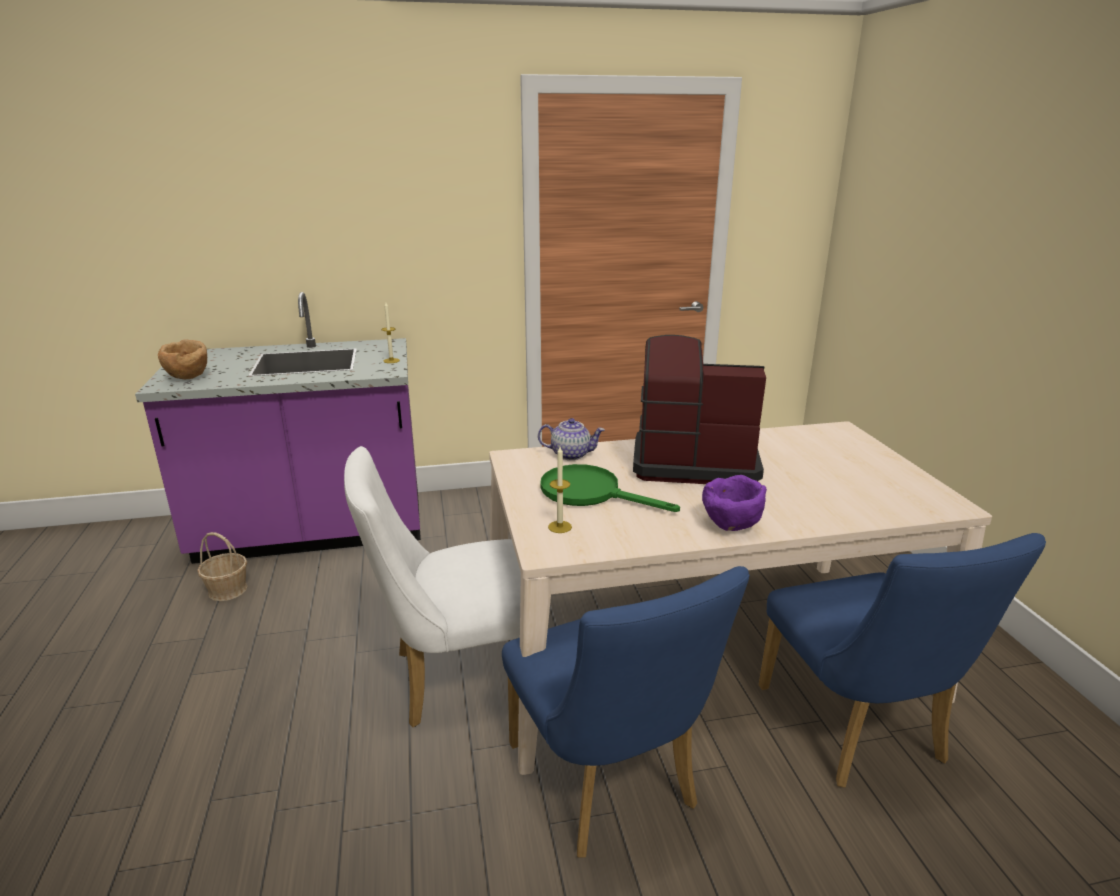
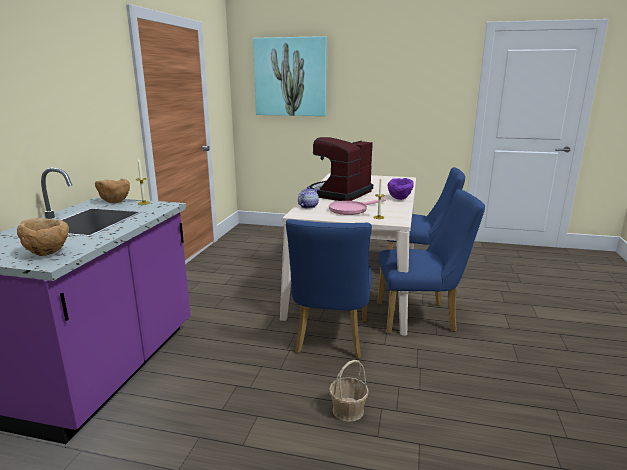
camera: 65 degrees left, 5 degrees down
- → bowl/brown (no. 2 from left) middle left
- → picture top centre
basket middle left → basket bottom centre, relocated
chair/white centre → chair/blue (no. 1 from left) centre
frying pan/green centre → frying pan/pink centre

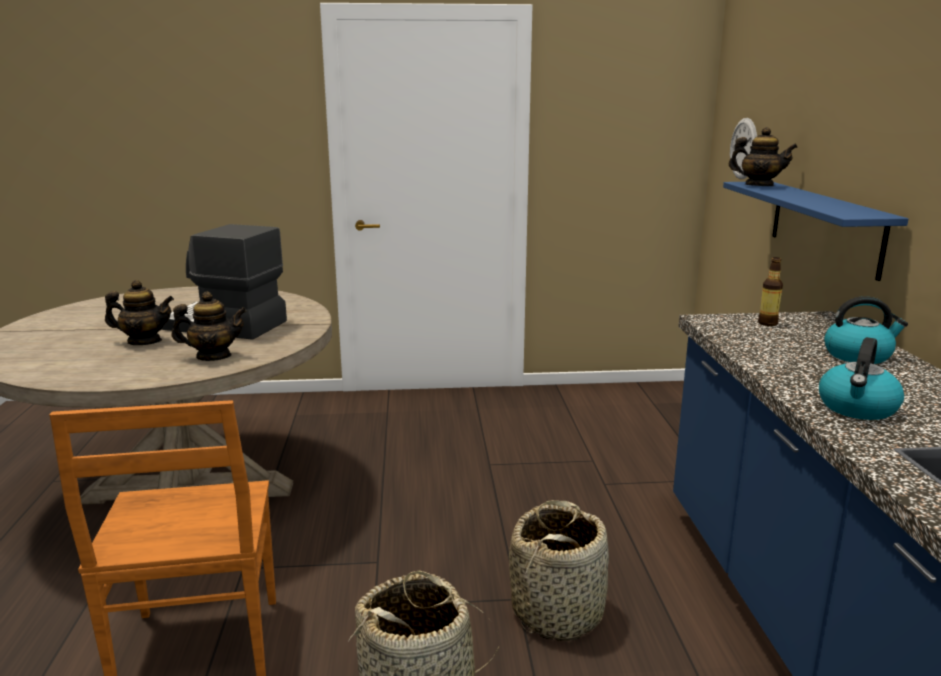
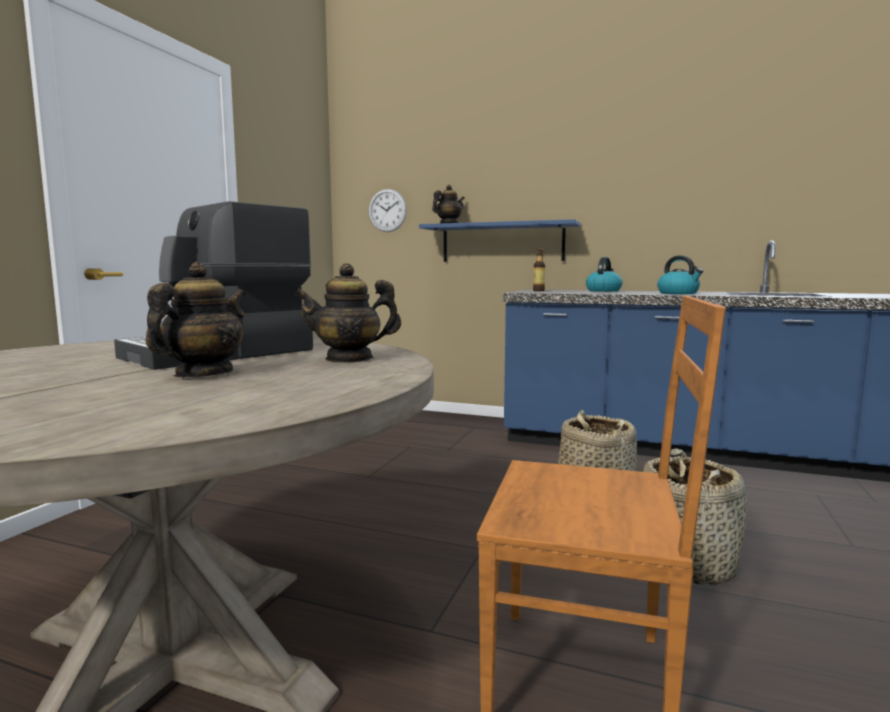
camera: 65 degrees left, 10 degrees down
teapot (no. 2 from left) middle left → teapot (no. 2 from left) centre, 120 degrees counterclockwise

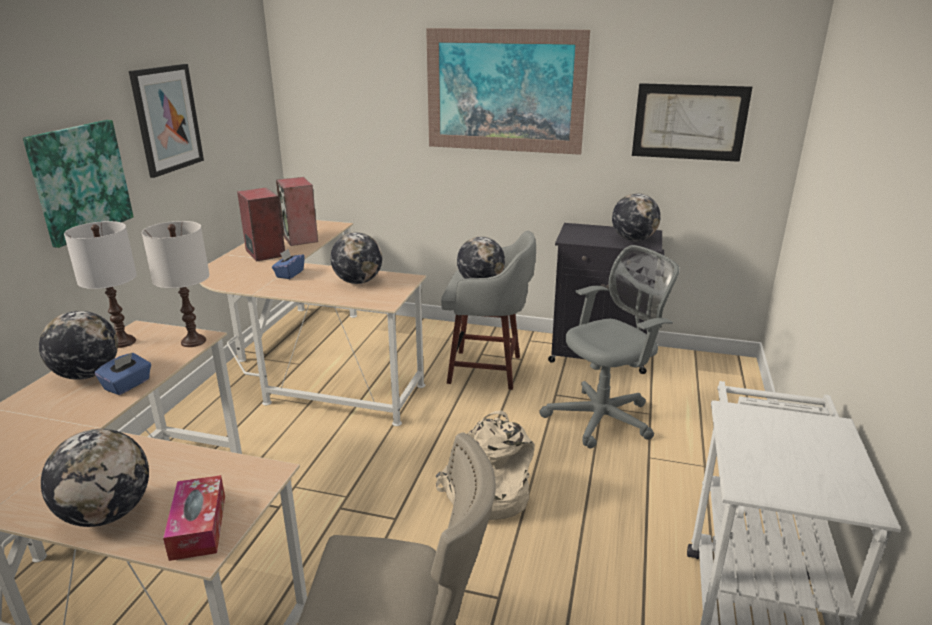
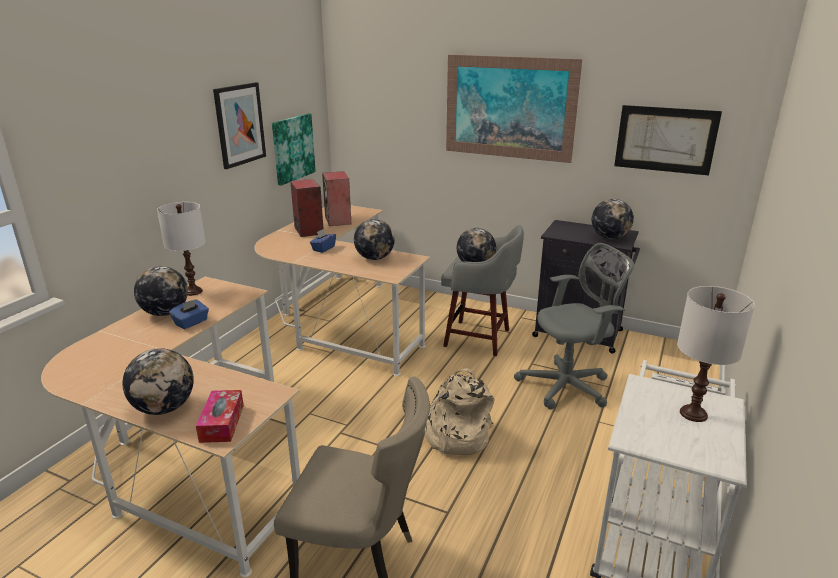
camera: 10 degrees right, 0 degrees up
picture (no. 1 from left in the first image) top left → picture (no. 2 from left) top centre, relocated
table lamp/white (no. 2 from left) middle left → table lamp/white (no. 2 from left) middle right, relocated

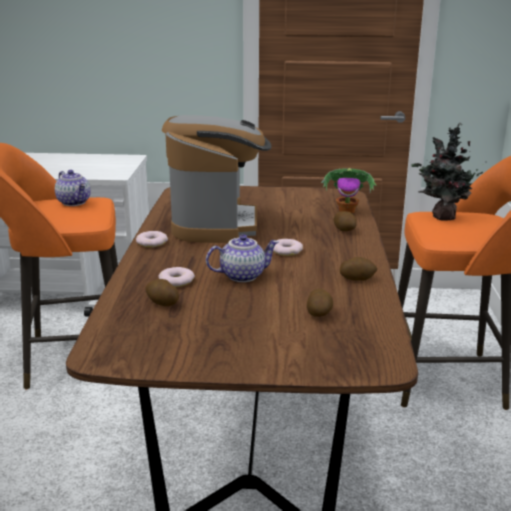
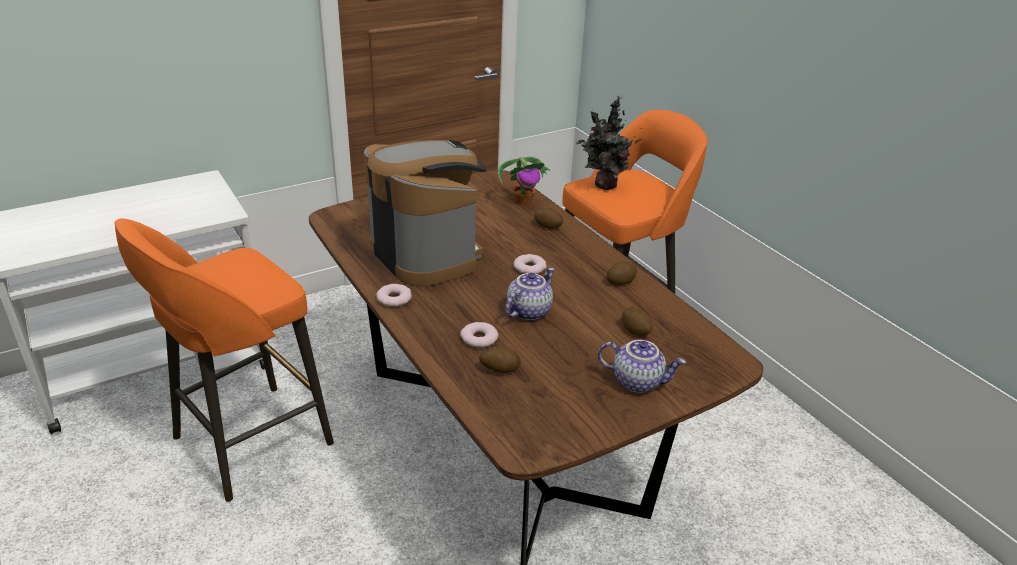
camera: 35 degrees left, 10 degrees up
teapot (no. 1 from left in the first image) middle left → teapot (no. 2 from left) centre, relocated

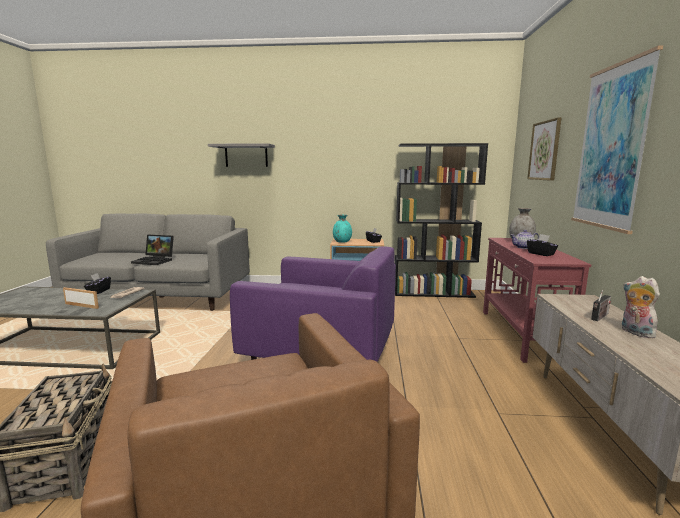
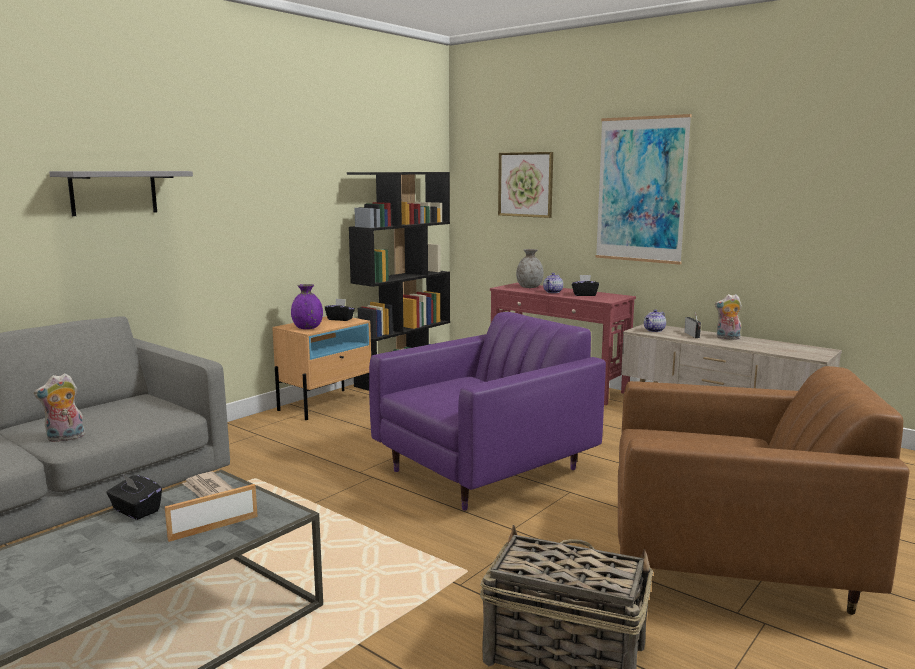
camera: 55 degrees left, 0 degrees up
- → teapot (no. 2 from left) middle right
laptop middle left → plush toy (no. 1 from left) middle left
vase/turquoise centre → vase/purple centre

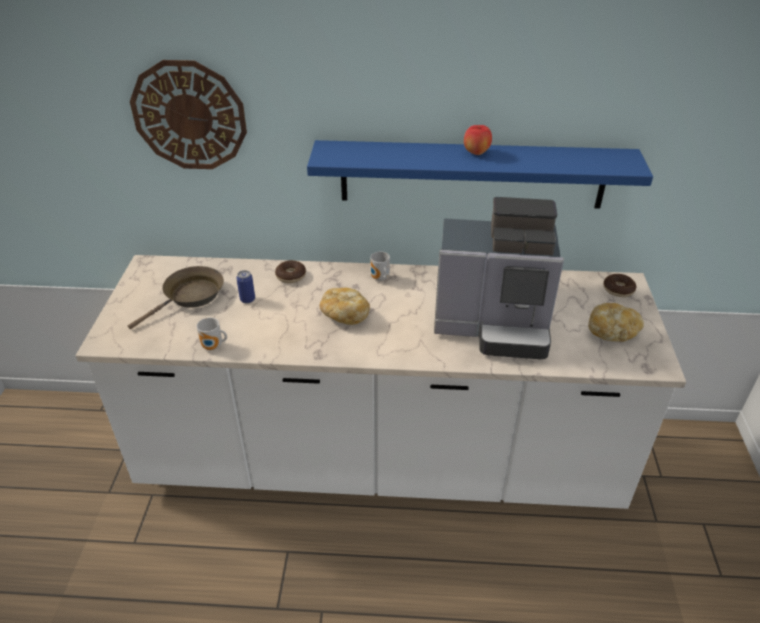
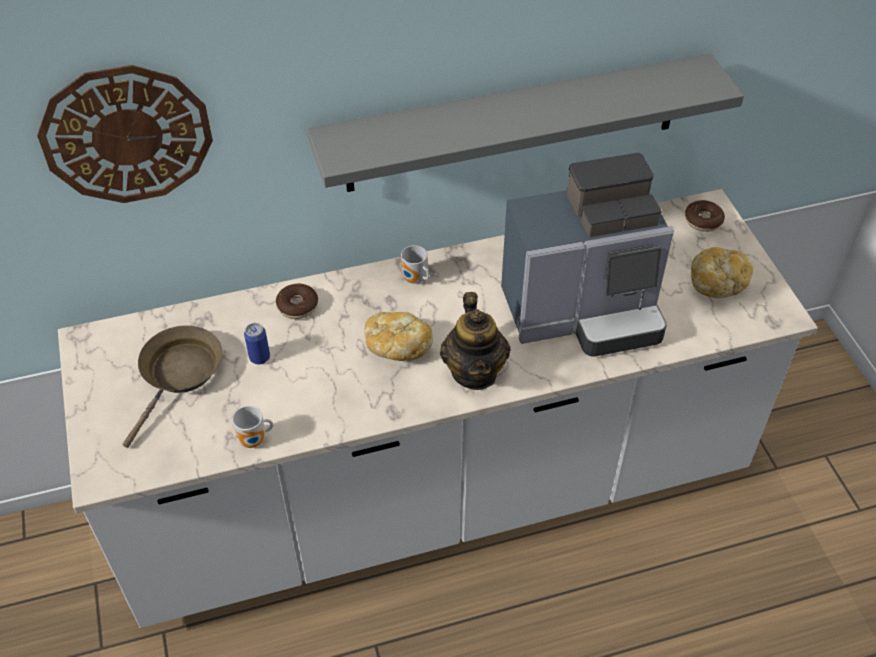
camera: 20 degrees left, 10 degrees up
apple top centre → -
- → teapot centre
shelf/blue top centre → shelf/grey top centre

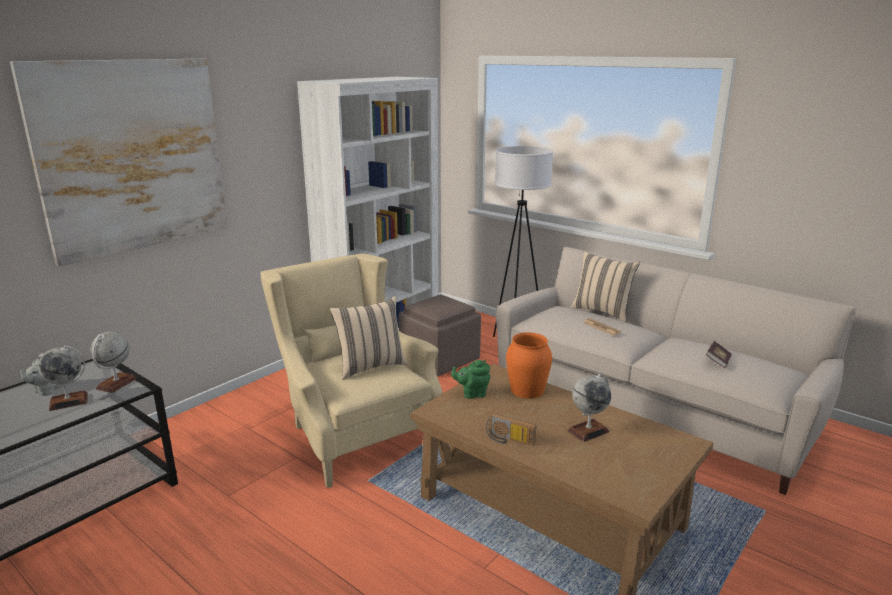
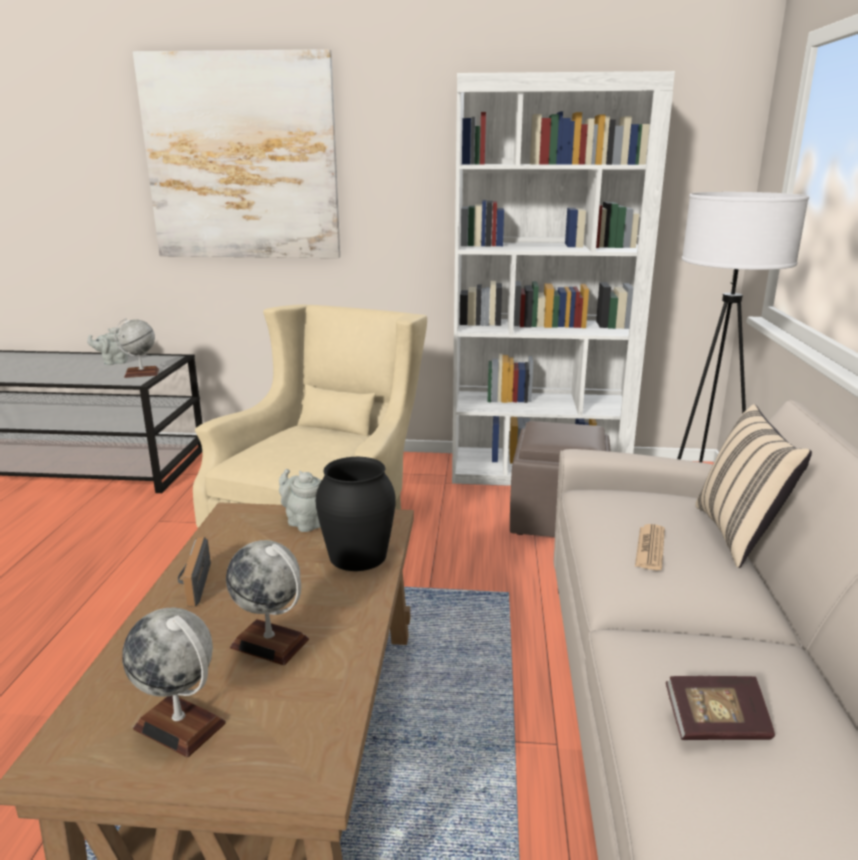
camera: 55 degrees right, 0 degrees up
pillow/beige (no. 1 from left) centre → -
globe (no. 1 from left in the first image) middle left → globe (no. 2 from left) bottom left, relocated
teapot/green centre → teapot/grey (no. 2 from left) centre
vase/orange centre → vase/black centre

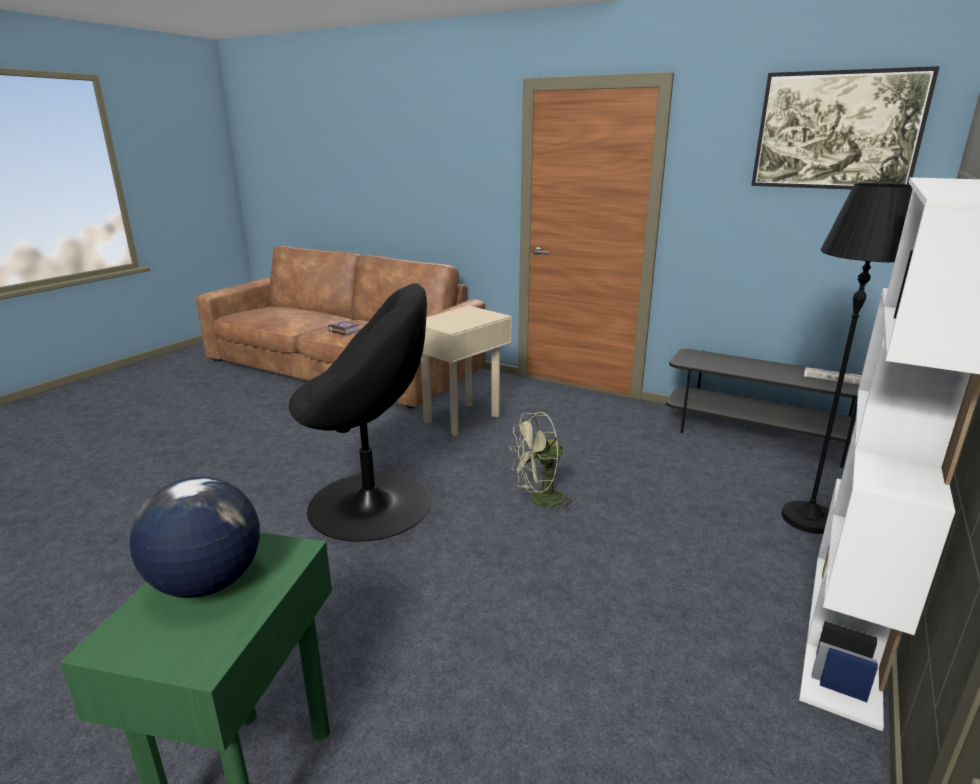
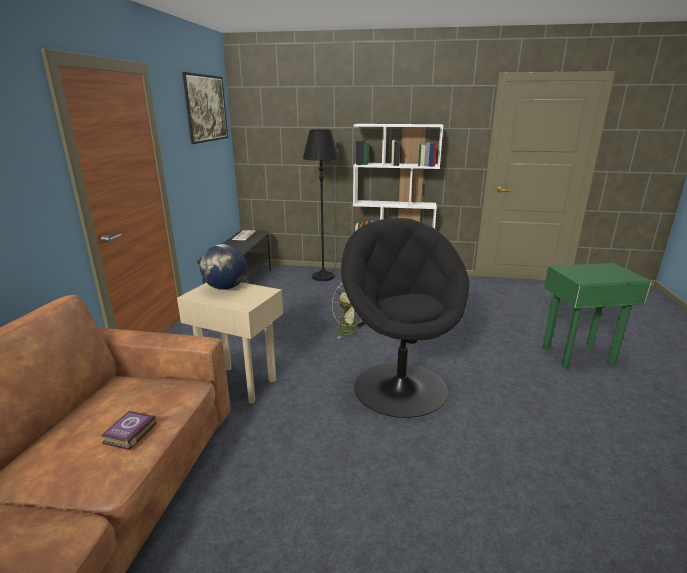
camera: 110 degrees left, 0 degrees up
globe bottom left → globe middle left, relocated

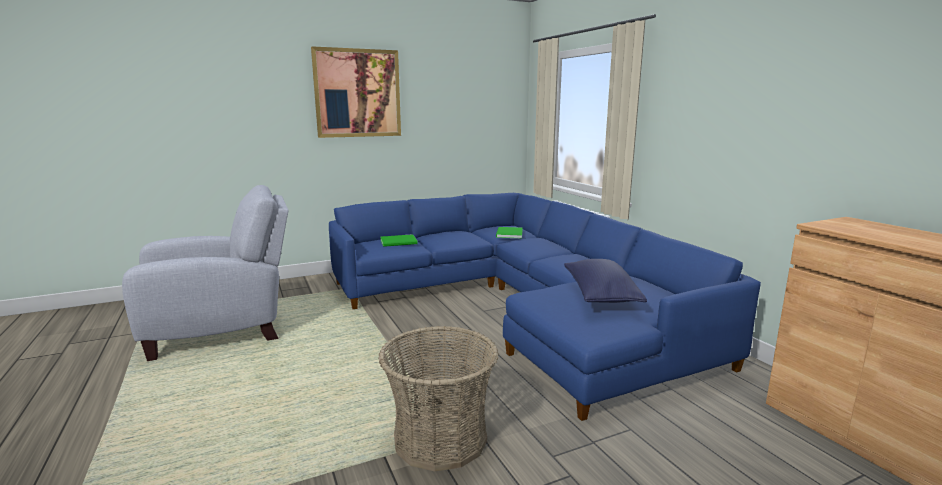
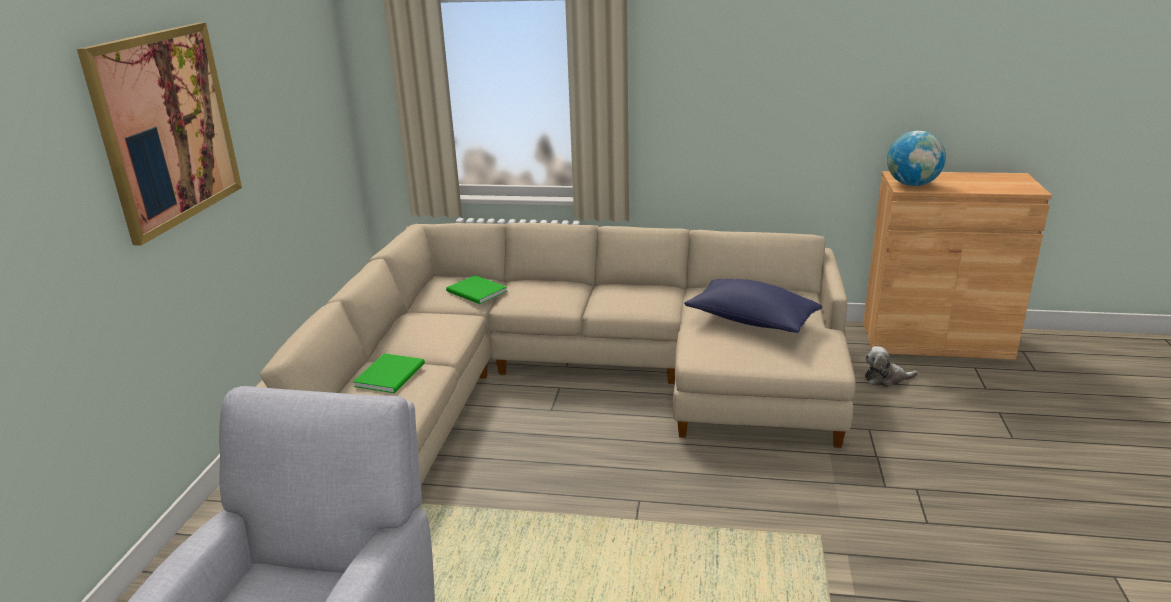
camera: 55 degrees left, 10 degrees up
basket bottom centre → -
- → plush toy middle right
- → globe top right
sofa/blue centre → sofa/beige centre

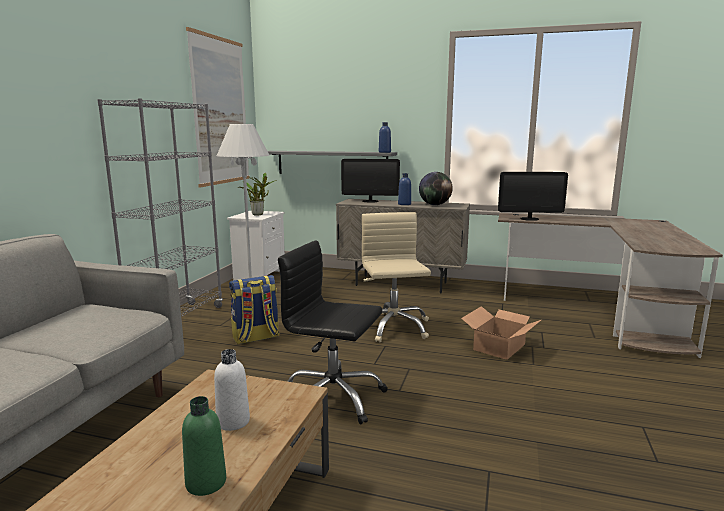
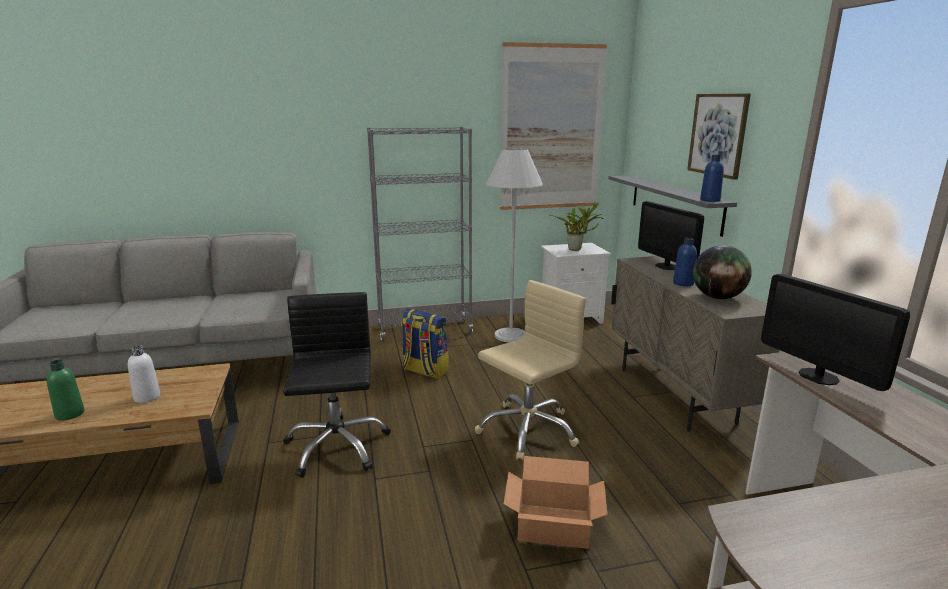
camera: 60 degrees right, 5 degrees up
- → picture (no. 2 from left) top right

